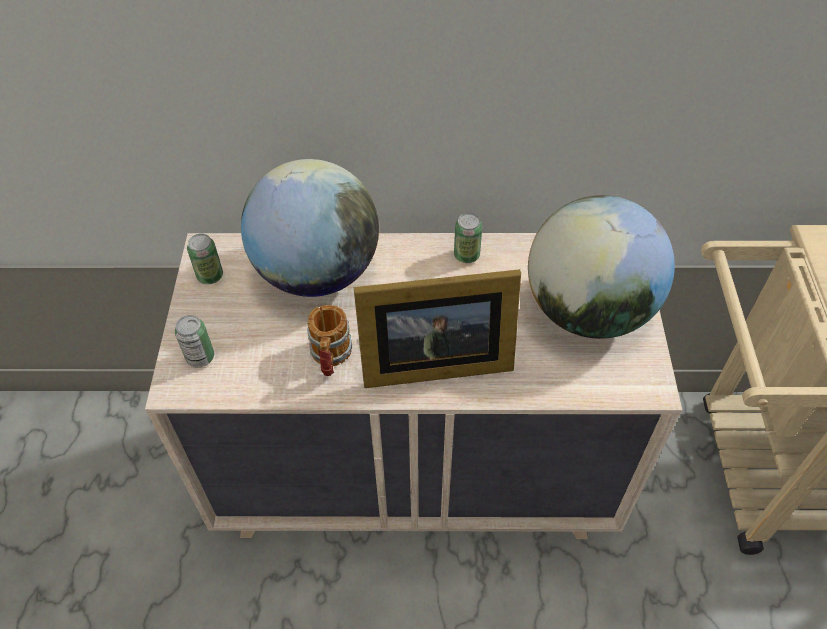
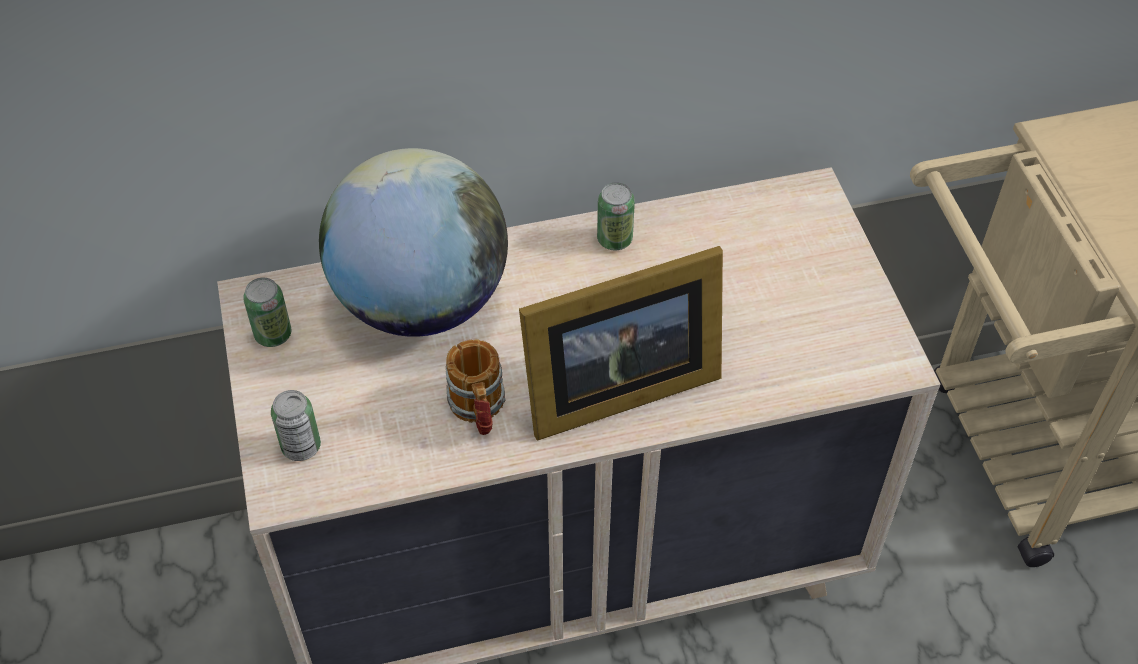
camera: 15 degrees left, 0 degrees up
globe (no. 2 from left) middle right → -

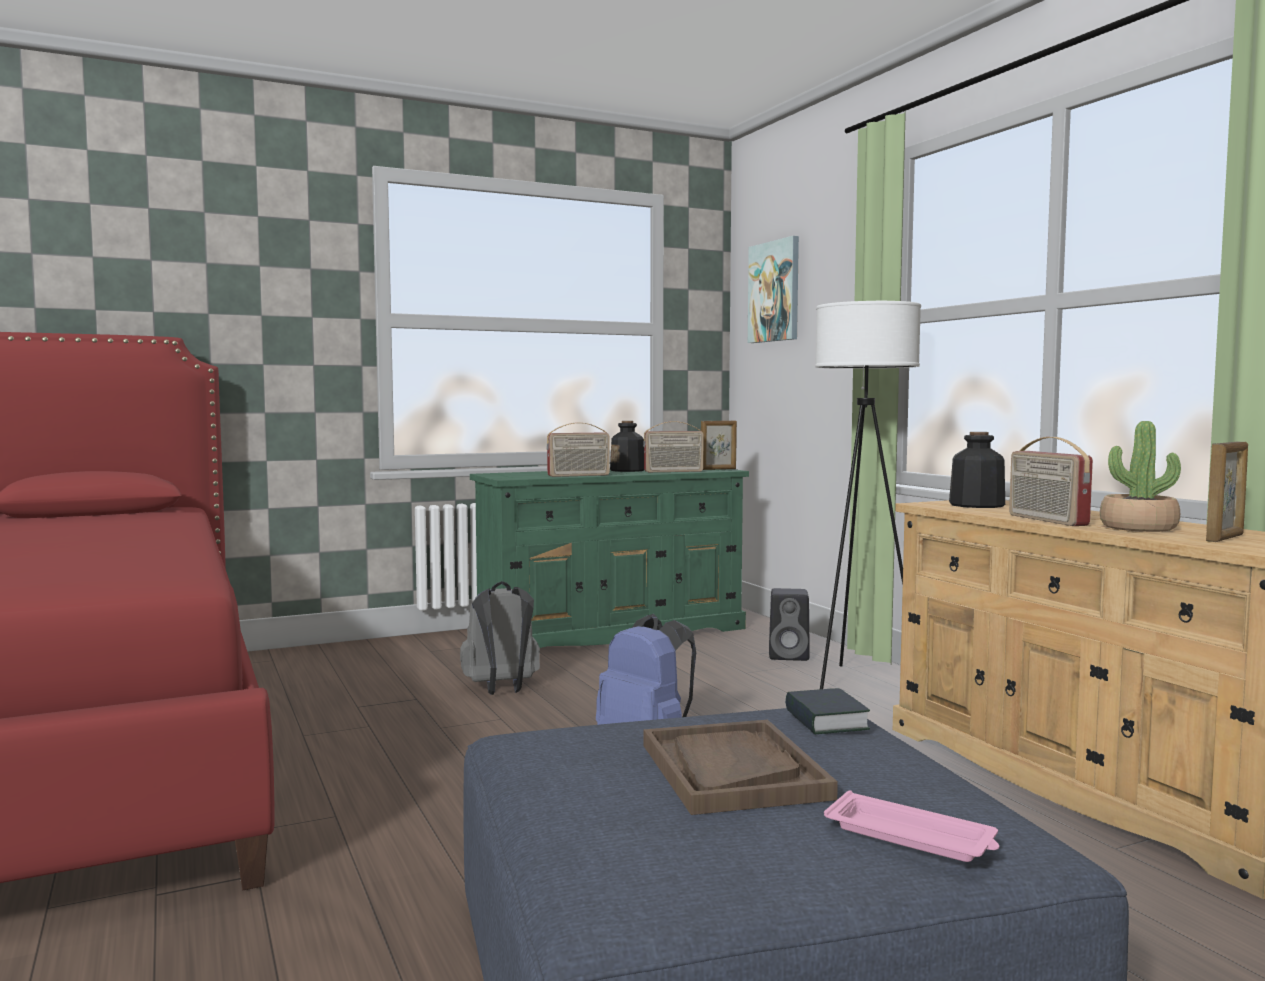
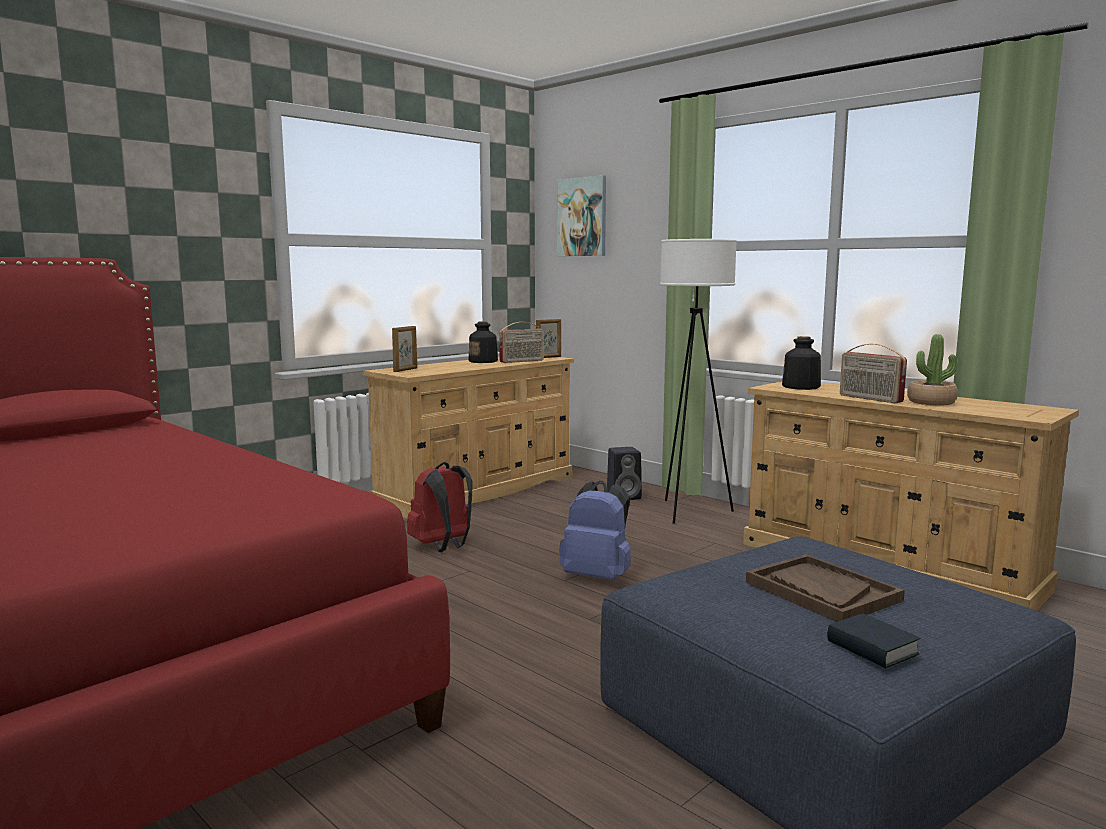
camera: 20 degrees left, 5 degrees up
radio (no. 1 from left) centre → -
tray/pink bottom right → -
book bottom centre → book bottom right, relocated
picture frame (no. 2 from left in the first image) middle right → picture frame (no. 1 from left) centre, relocated
backpack/grey centre → backpack/red centre
dresser/green centre → dresser/beige (no. 1 from left) centre

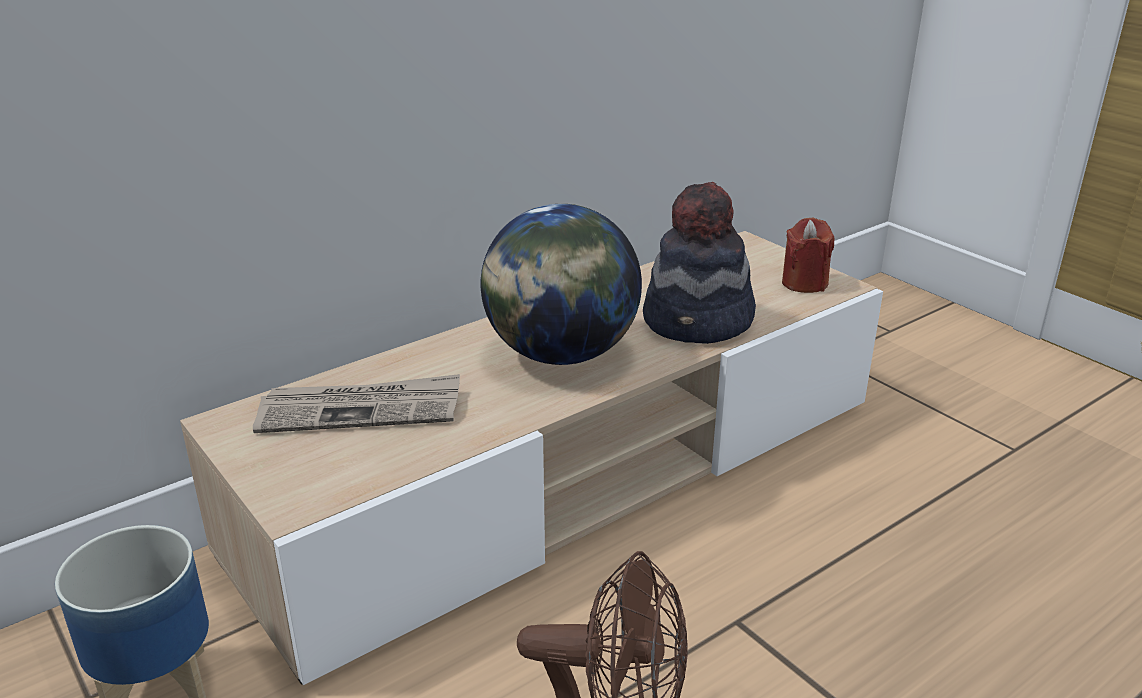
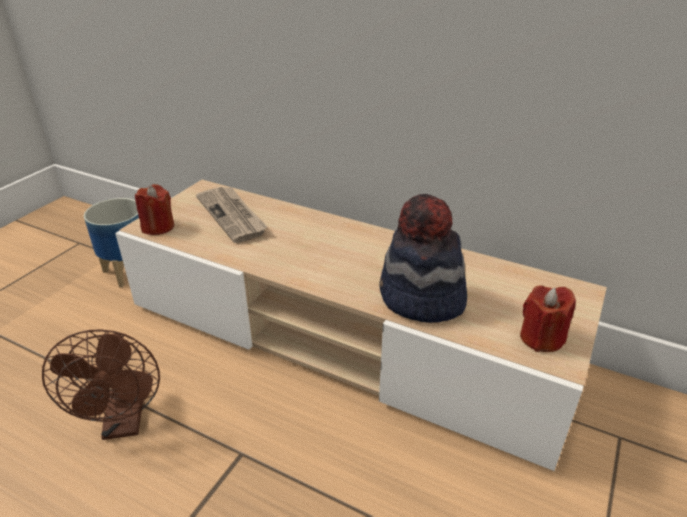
camera: 65 degrees right, 5 degrees up
globe centre → -
- → candle/red (no. 1 from left) middle left

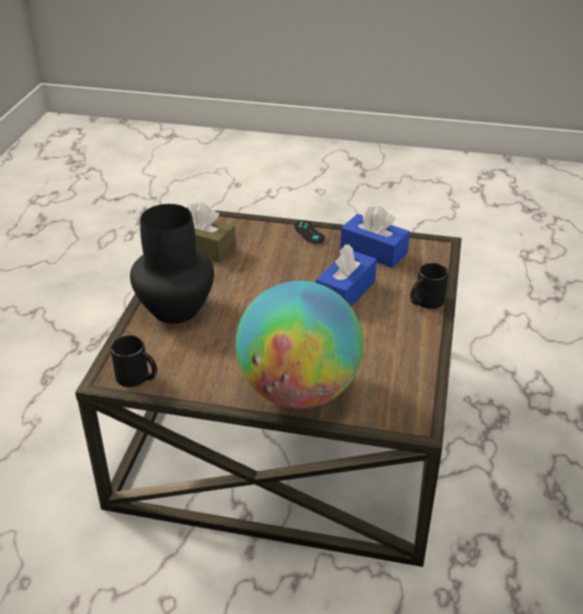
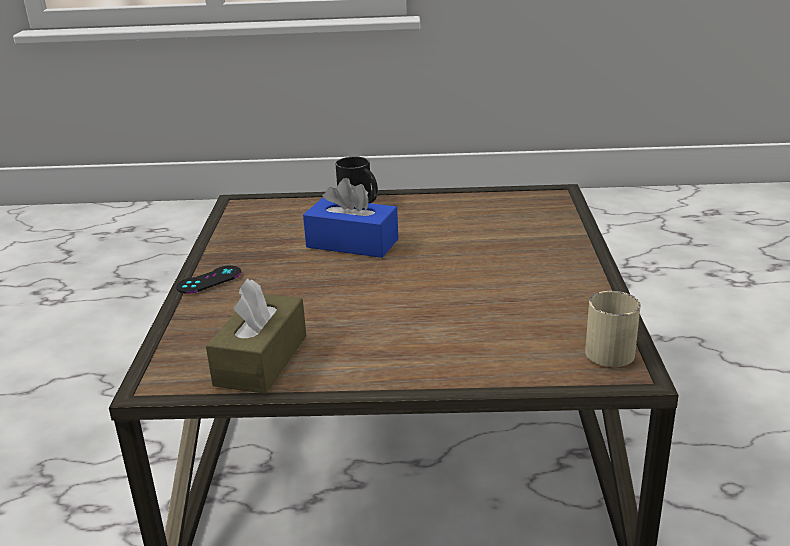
camera: 100 degrees left, 10 degrees down
vase/black middle left → -
globe centre → -
tissue box/blue (no. 2 from left) centre → -
mug/black (no. 1 from left) middle left → mug/beige middle right

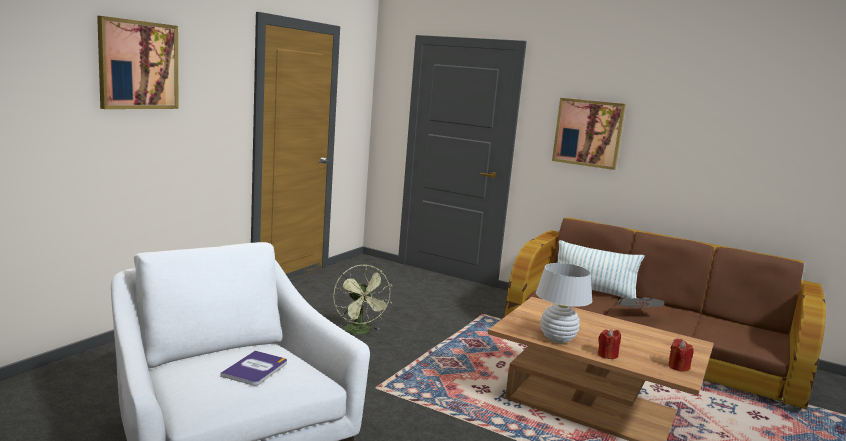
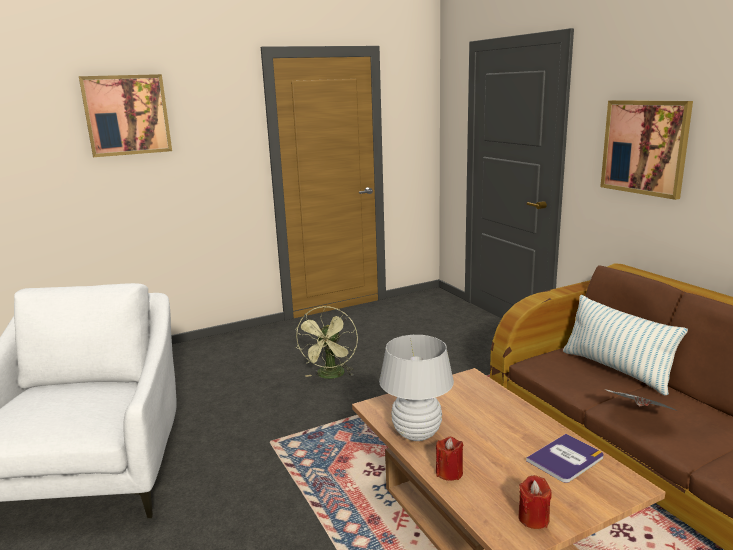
camera: 35 degrees right, 5 degrees up
book bottom left → book bottom right, relocated

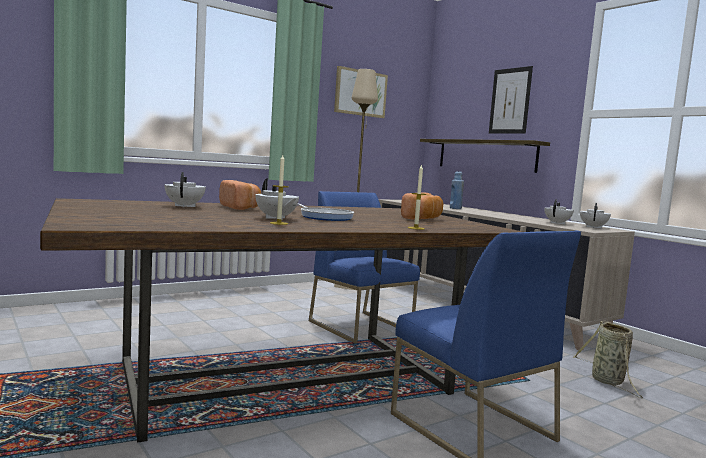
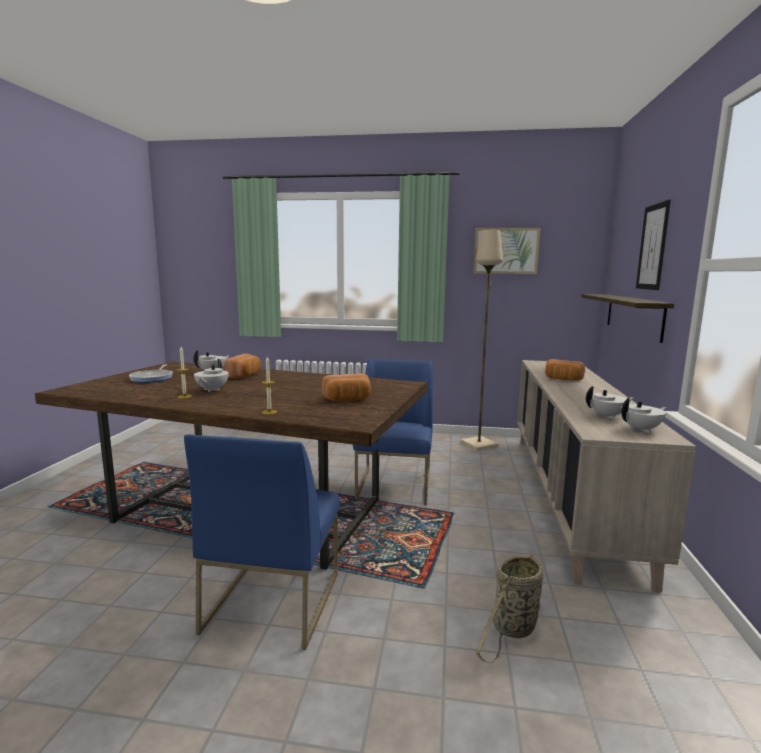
camera: 45 degrees right, 5 degrees up
frying pan centre → frying pan middle left, relocated
bottle/blue centre → bread (no. 3 from left) middle right

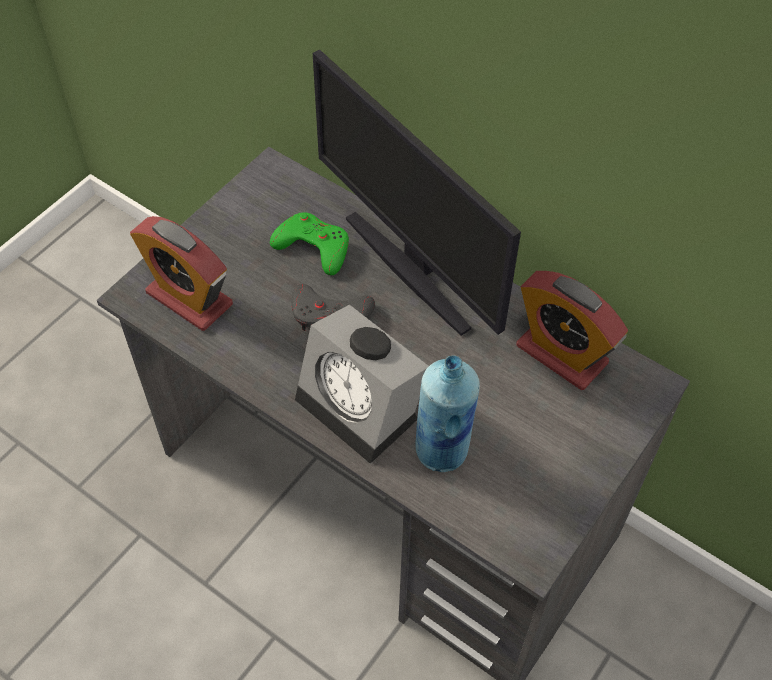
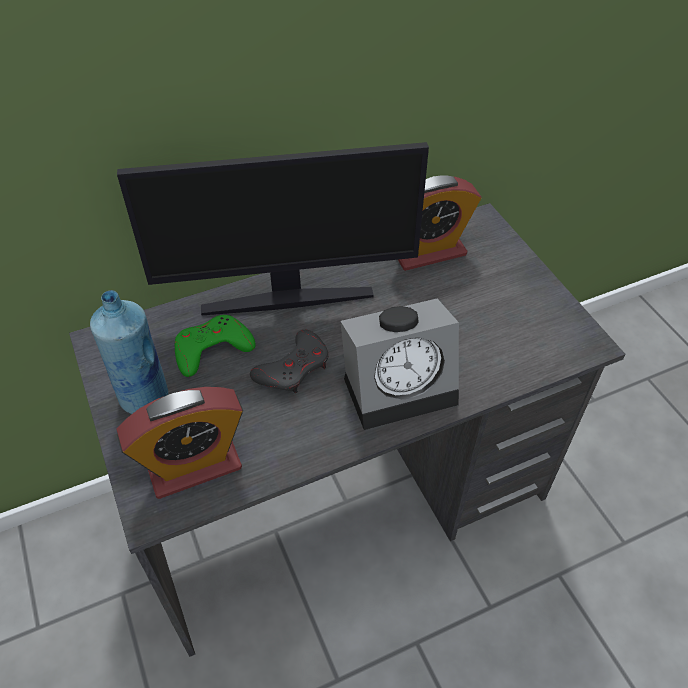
camera: 60 degrees left, 5 degrees down
bottle/blue centre → bottle/blue middle left, relocated

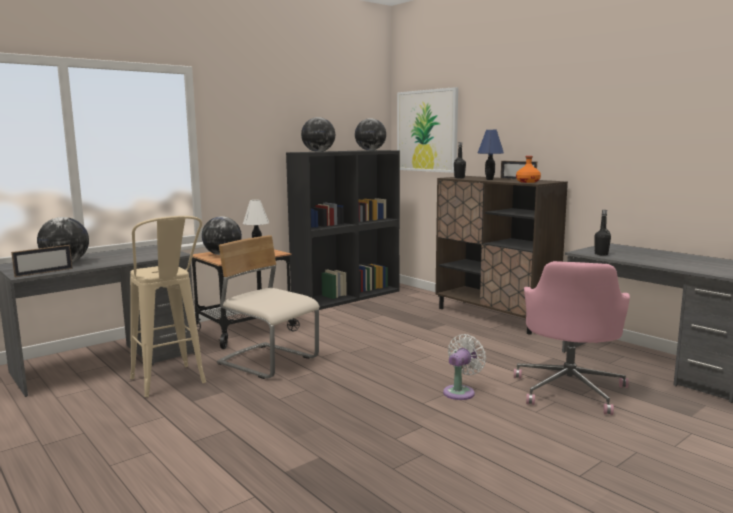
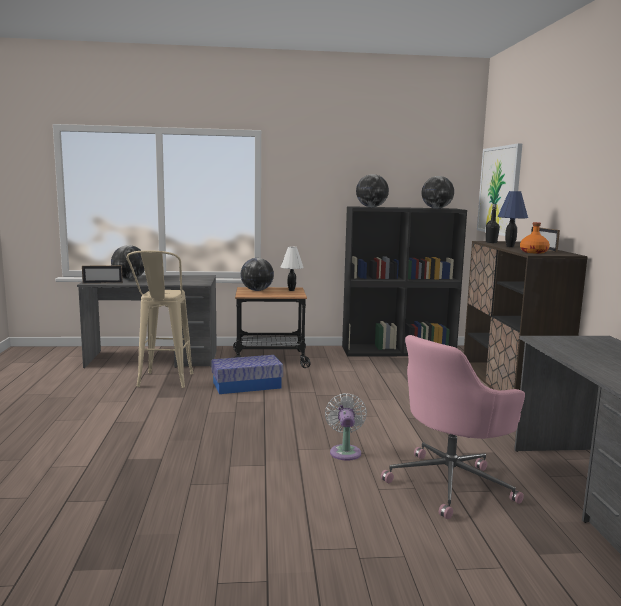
camera: 35 degrees right, 0 degrees up
bottle/black (no. 2 from left) middle right → -
chair/beige centre → storage box centre
fan/white bottom centre, 75 degrees counterclockwise

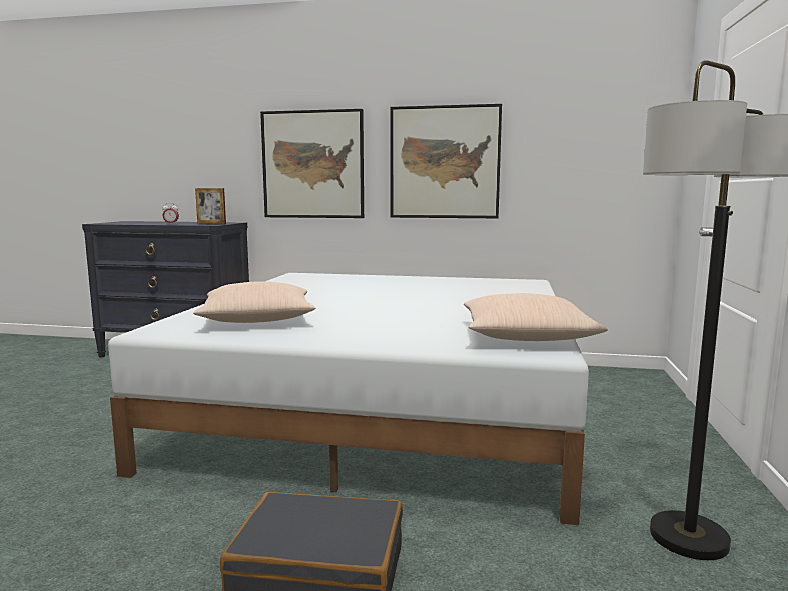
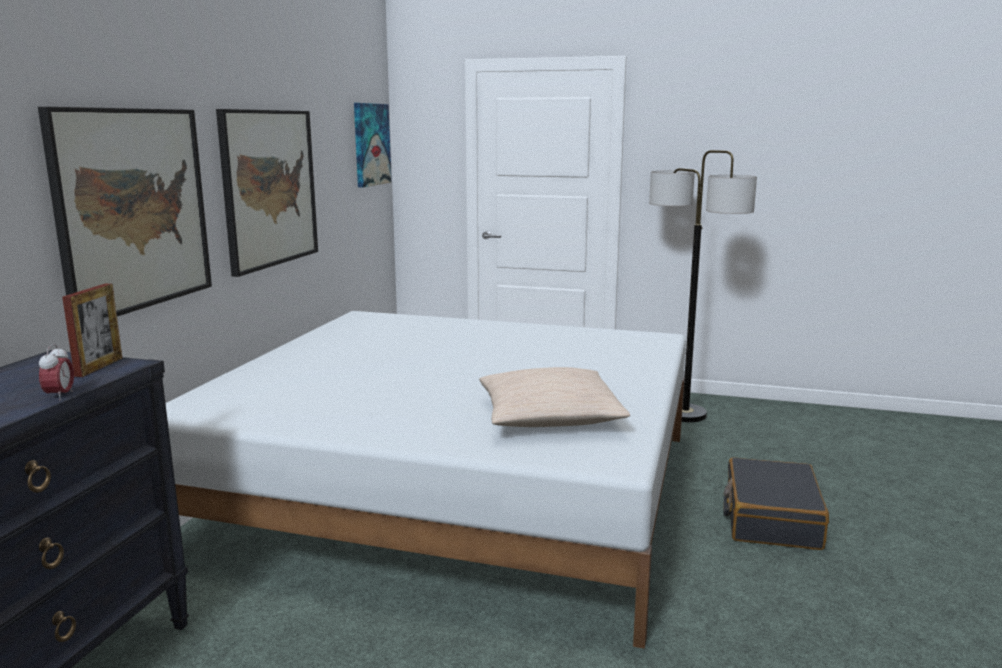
camera: 85 degrees left, 5 degrees up
pillow/beige (no. 2 from left) middle right → -
- → picture (no. 3 from left) top centre

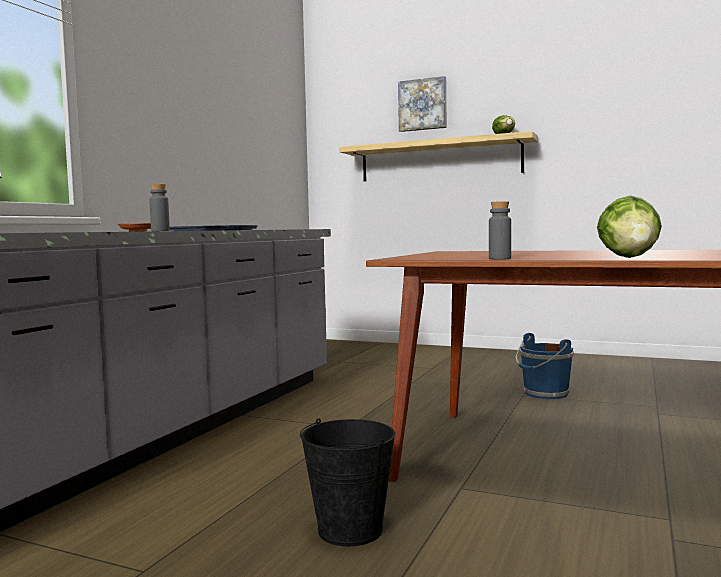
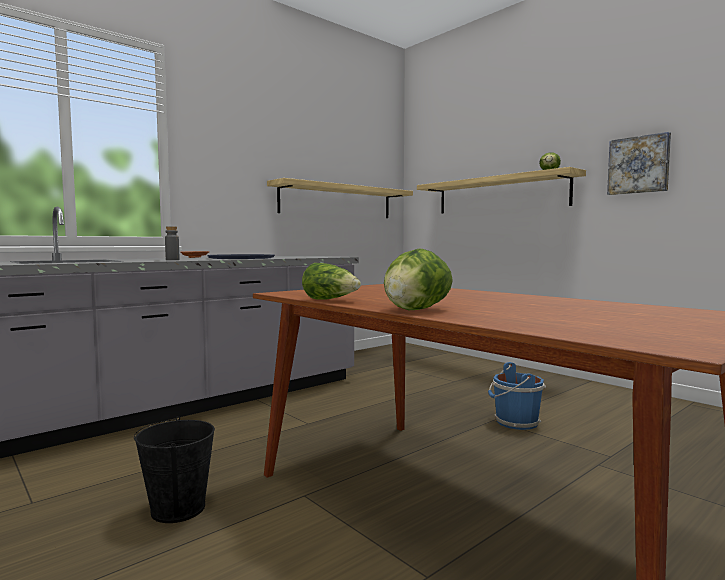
camera: 25 degrees right, 0 degrees up
- → shelf (no. 1 from left) centre
picture top centre → picture top right, relocated
bottle/grey (no. 2 from left) middle right → lettuce (no. 1 from left) centre

